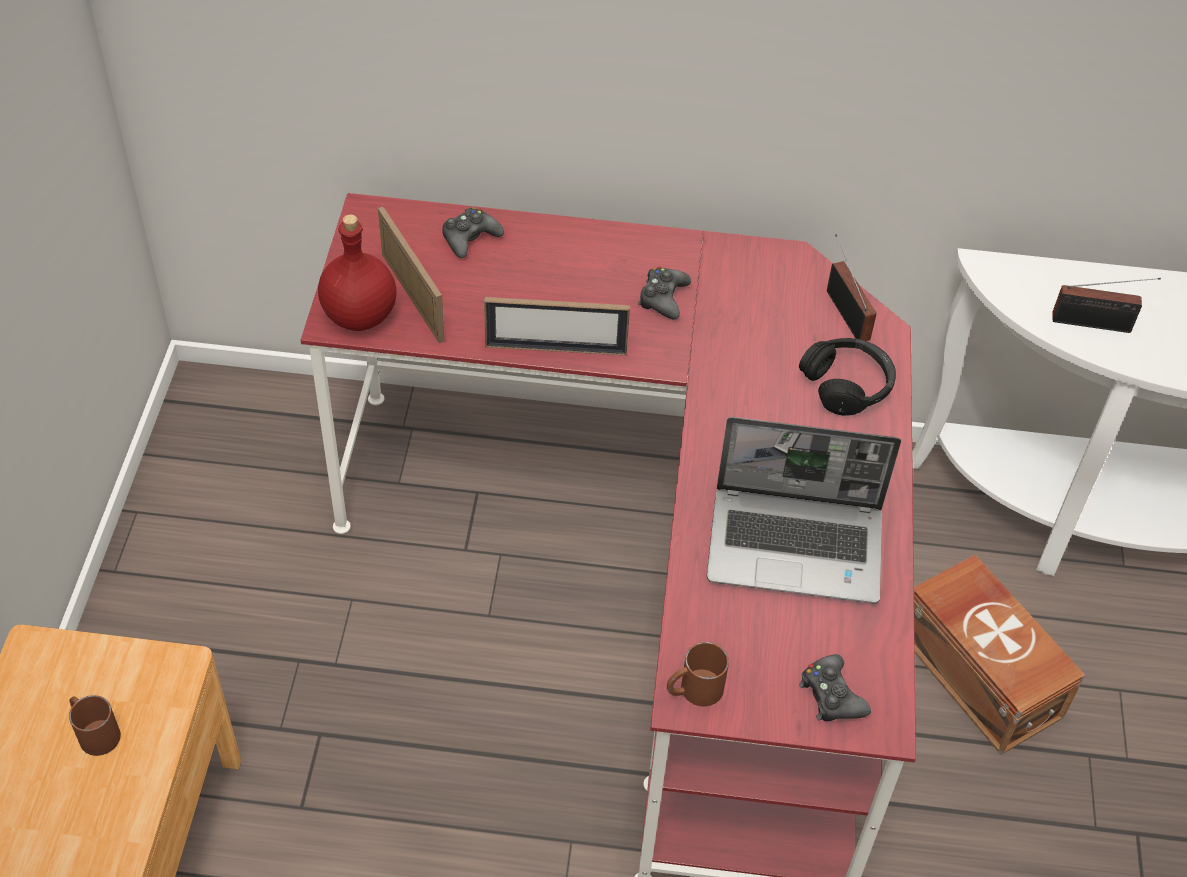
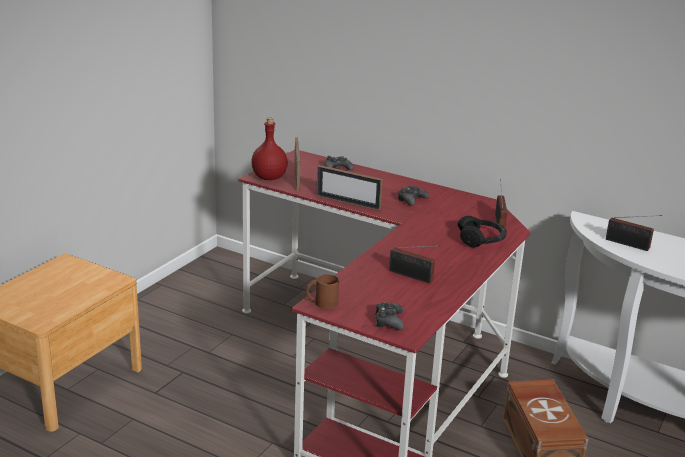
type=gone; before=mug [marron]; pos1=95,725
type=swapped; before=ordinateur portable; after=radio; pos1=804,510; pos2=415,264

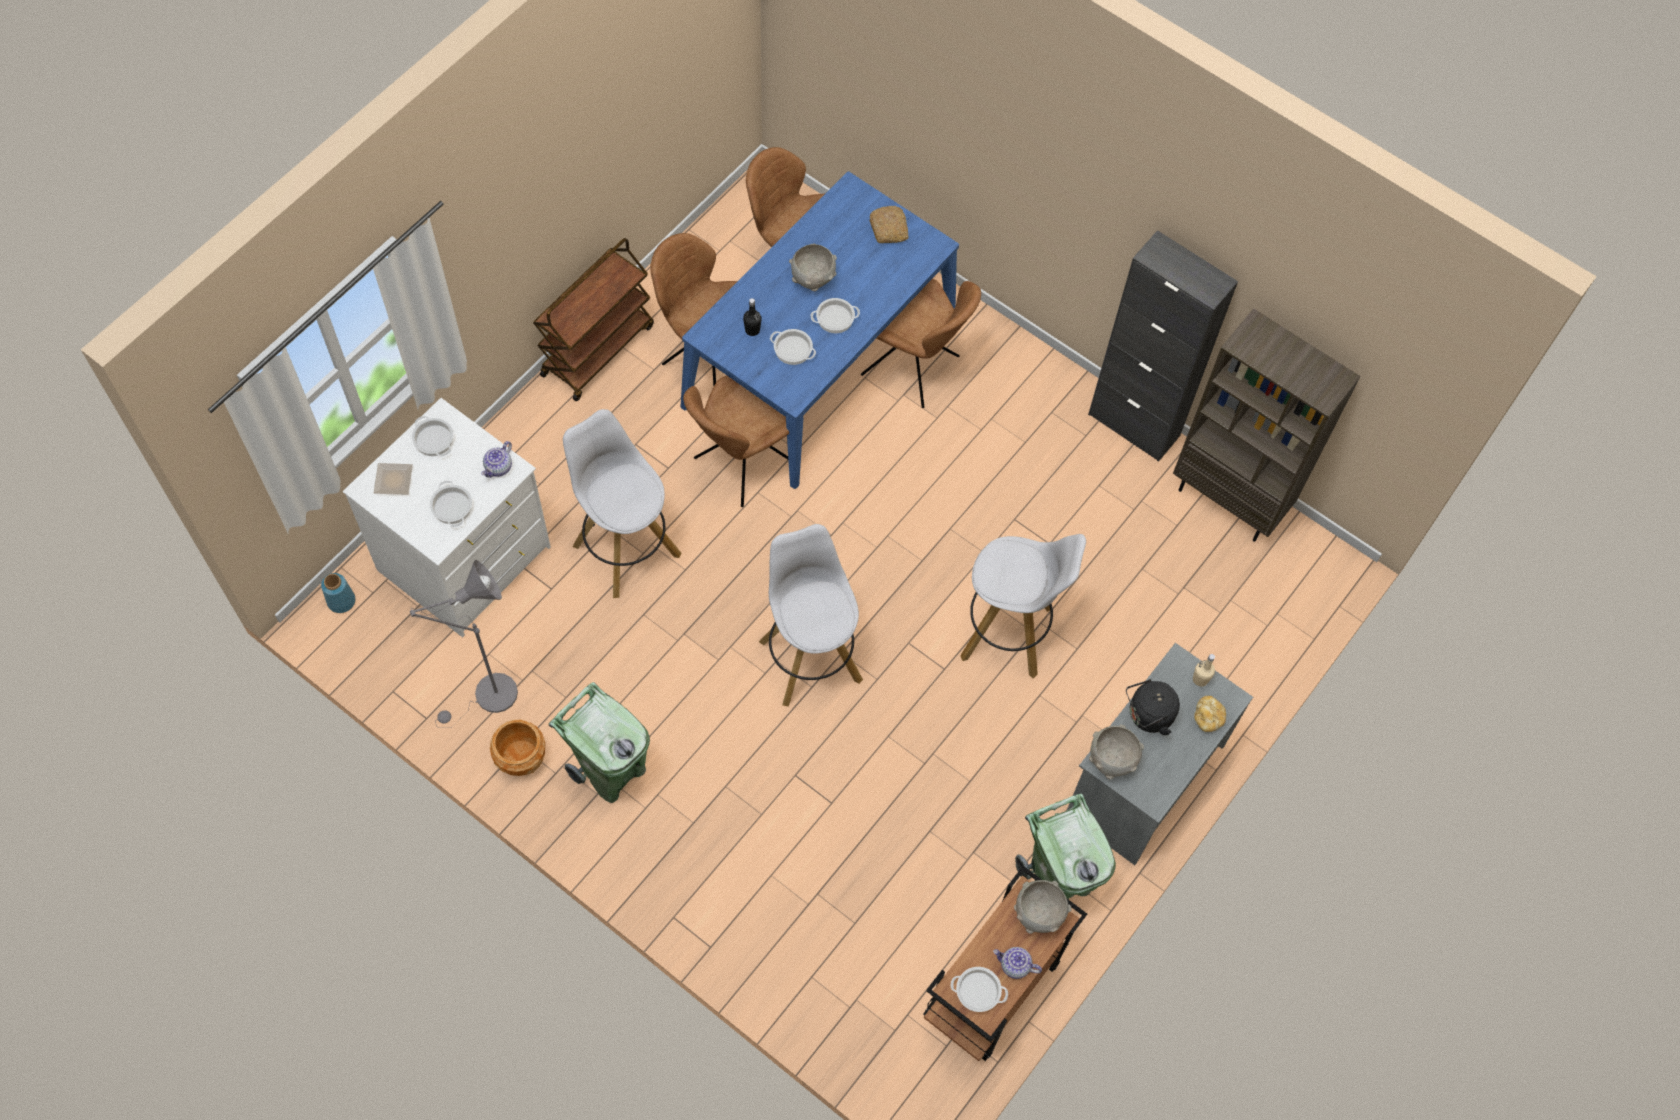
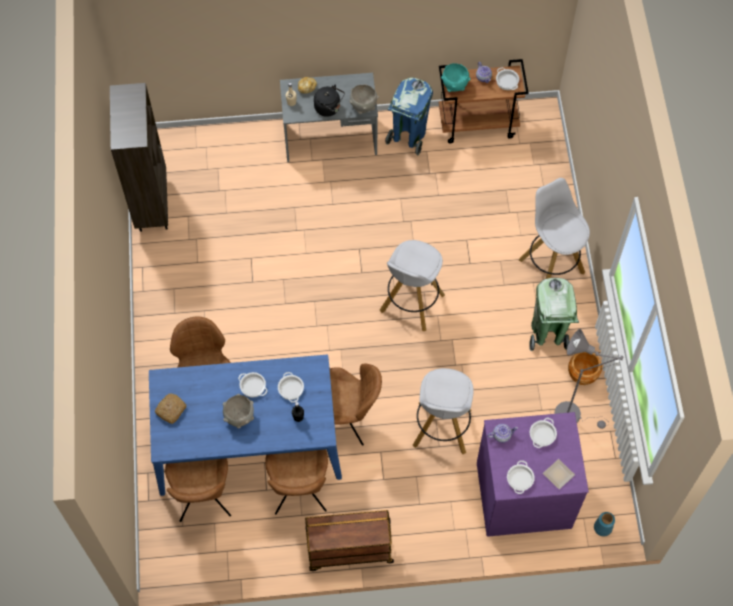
type=repainted; before=commode [blanc]; after=commode [violet]; pos1=447,517; pos2=533,474
type=shifted; before=tabouret [blanc]; pos1=1023,606; pos2=554,228
type=repainted; before=bol [gris]; after=bol [turquoise]; pos1=1043,907; pos2=455,77
type=repainted; before=poubelle [vert]; after=poubelle [bleu]; pos1=1065,846; pos2=409,116
type=gone; before=meuble de rangement [noir]; pos1=1163,346

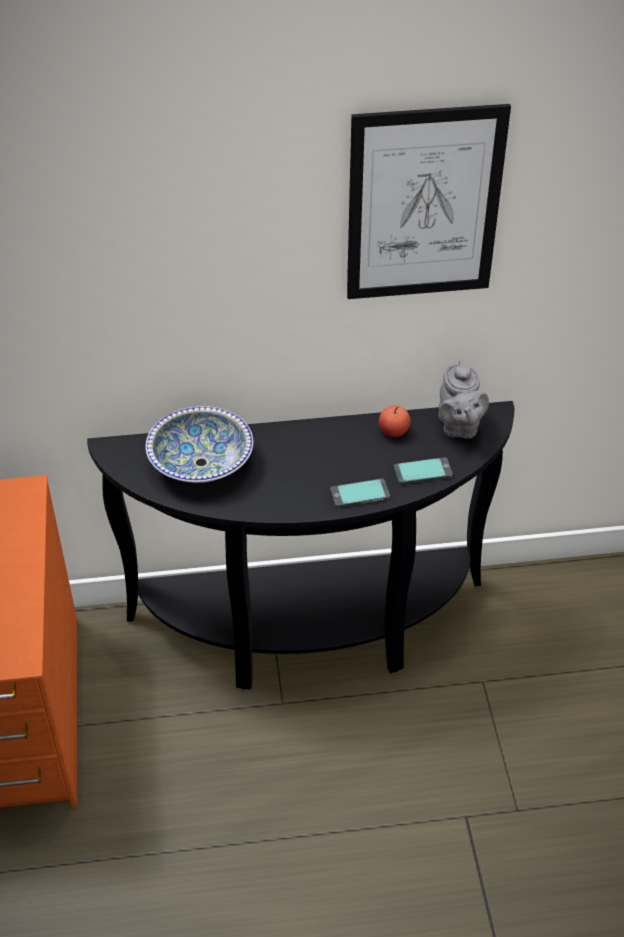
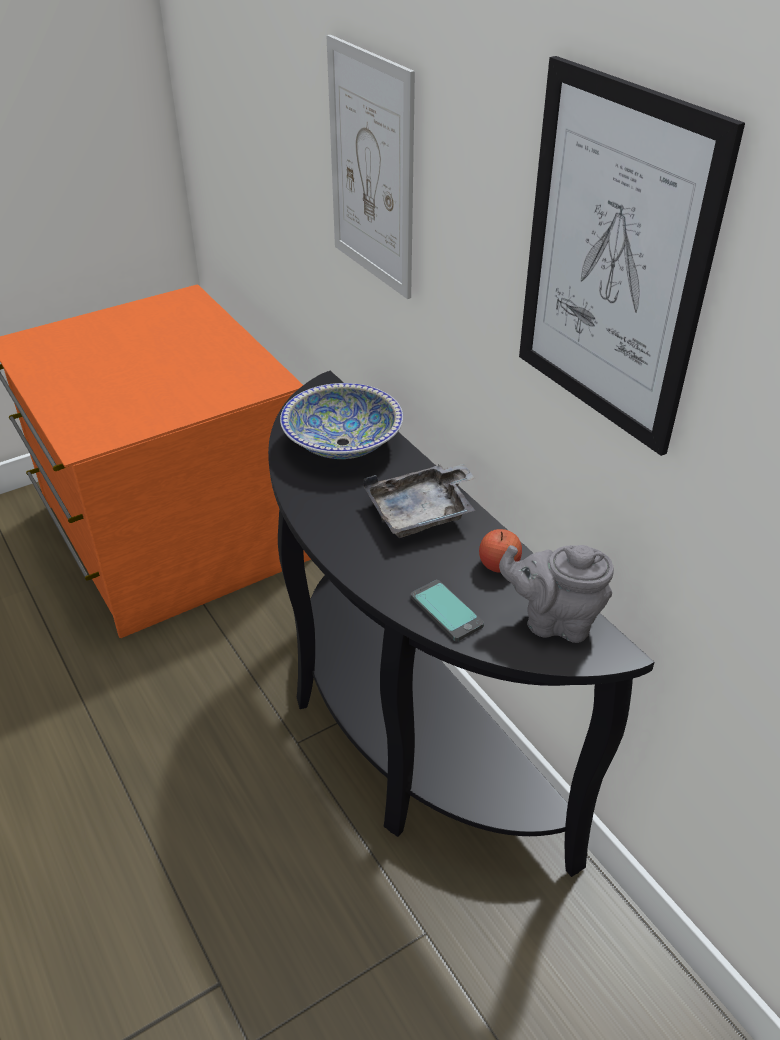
type=gone; before=téléphone; pos1=360,493
type=rotated; before=théière [gris]; pos1=463,399; pos2=556,594; turn=45
type=new; after=tableau; pos2=370,167
type=new; after=plateau [gris]; pos2=420,501

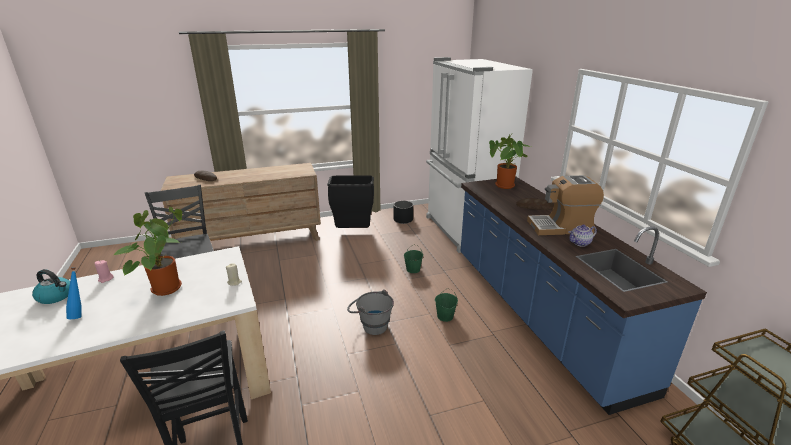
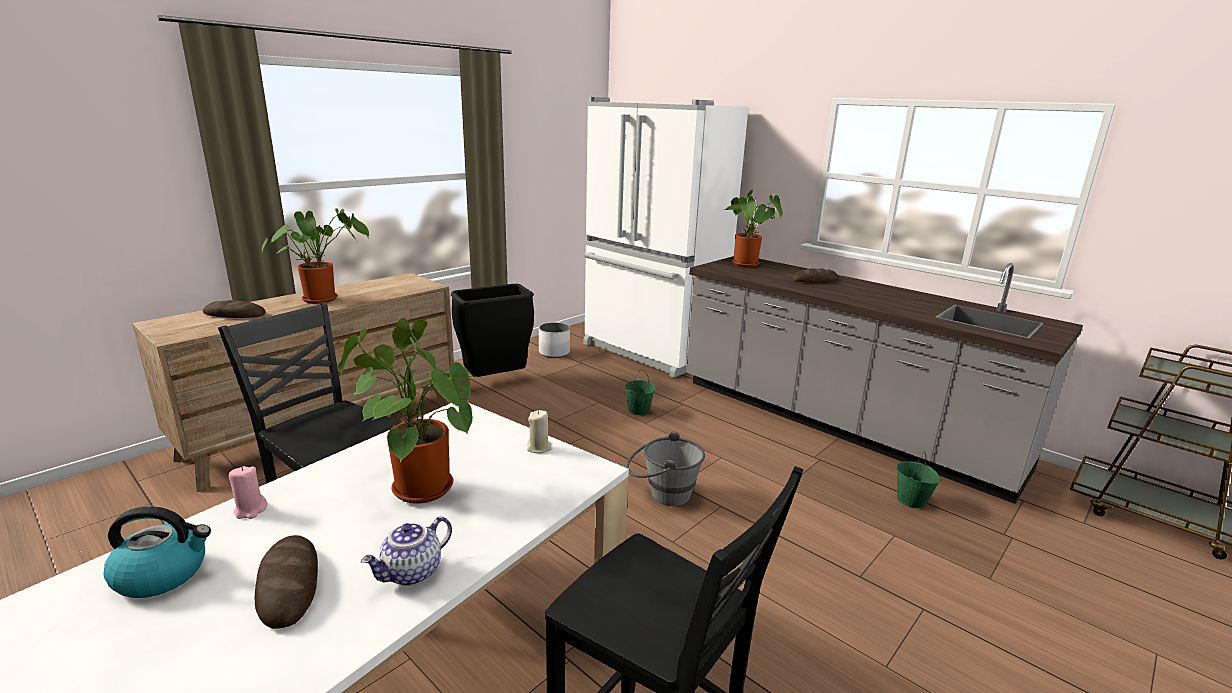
type=swapped; before=bouteille [bleu]; after=pain; pos1=74,293; pos2=286,582
type=repainted; before=cache-pot [noir]; after=cache-pot [blanc]; pos1=403,212; pos2=554,340
type=shifted; before=seau [vert]; pos1=446,305; pos2=918,480
type=repainted; before=comptoir de cuisine [bleu]; after=comptoir de cuisine [gris]; pos1=583,296; pos2=884,380
type=gone; before=machine à café; pos1=565,205
type=shifted; before=théière; pos1=582,236; pos2=406,551
type=new; after=plante en pot; pos2=315,256

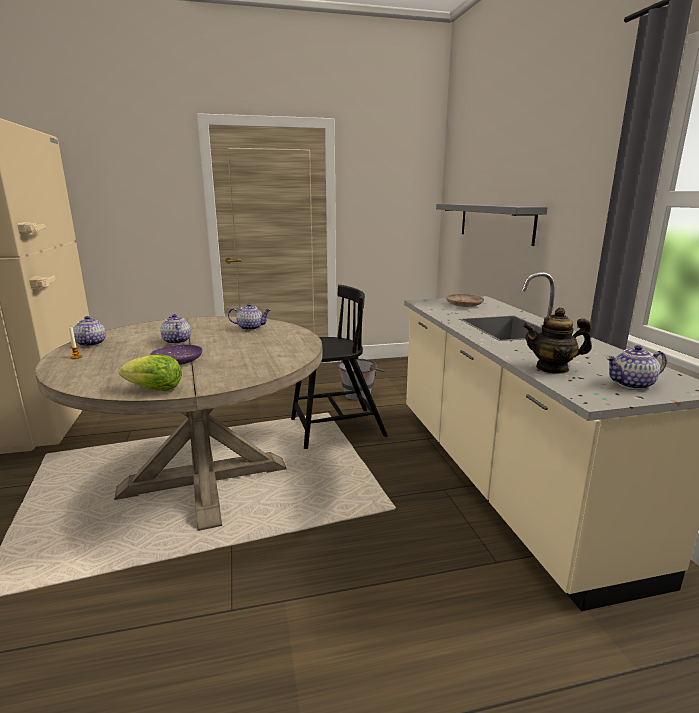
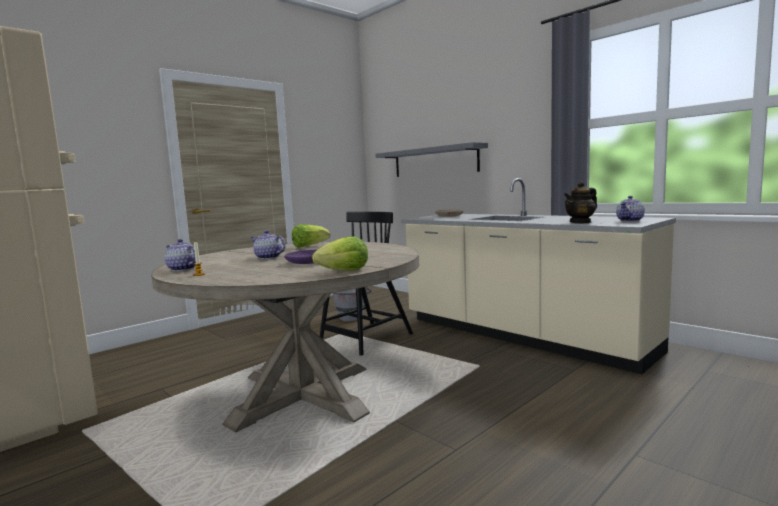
type=swapped; before=théière; after=laitue; pos1=249,316; pos2=311,235

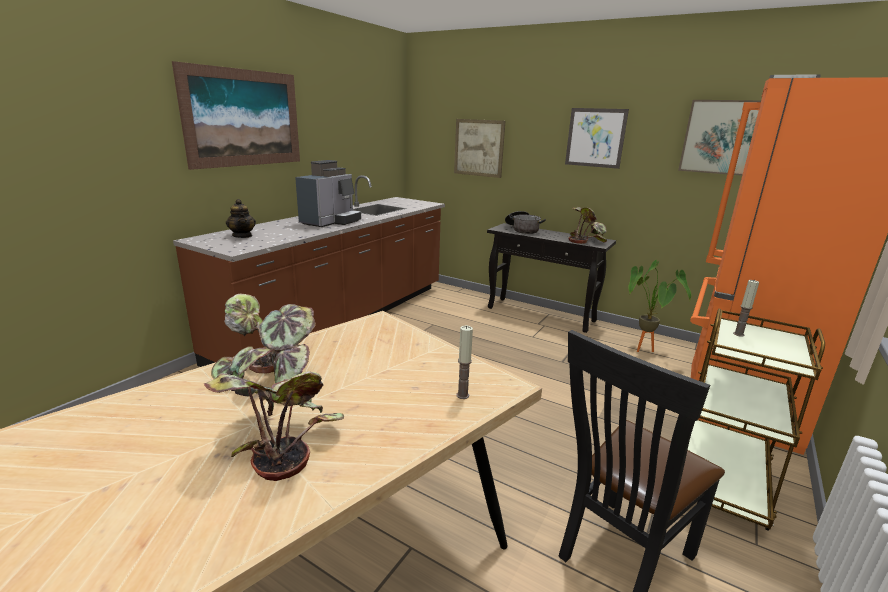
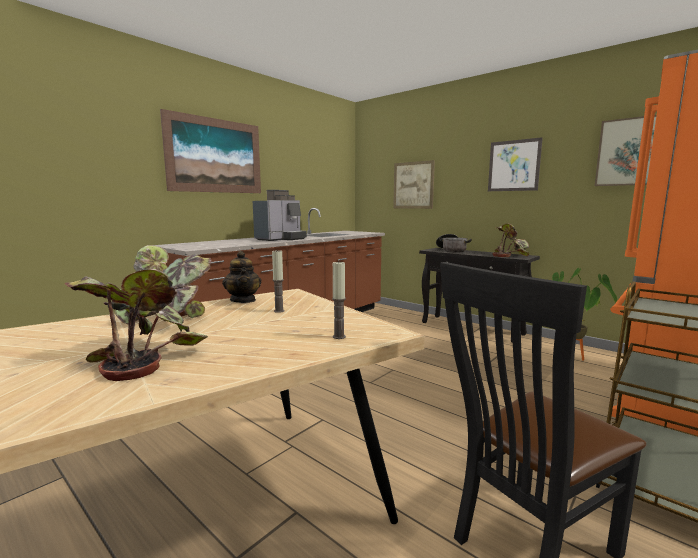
type=shifted; before=théière; pos1=241,218; pos2=242,277
type=shifted; before=bougie; pos1=746,308; pos2=278,281

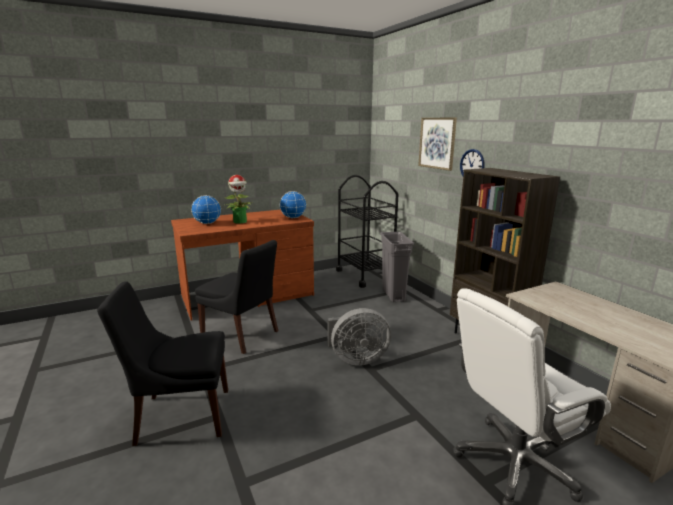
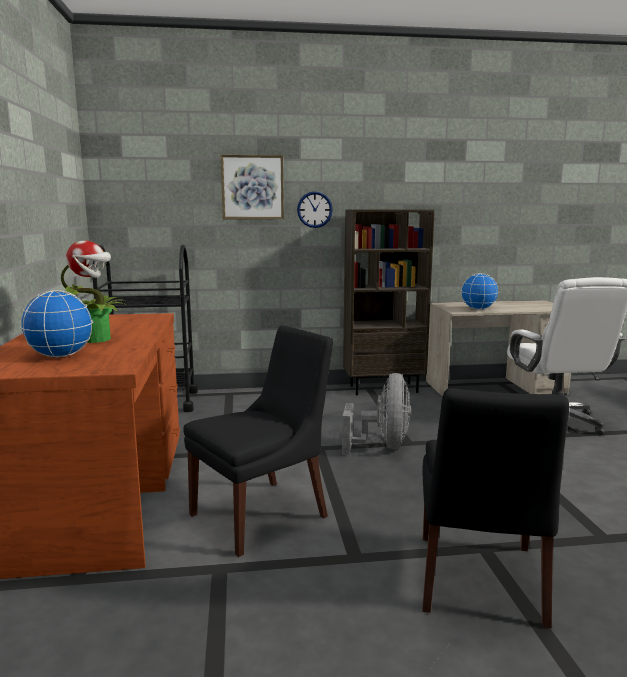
type=shifted; before=globe; pos1=293,204; pos2=480,291
type=gone; before=poubelle [gris]; pos1=397,267

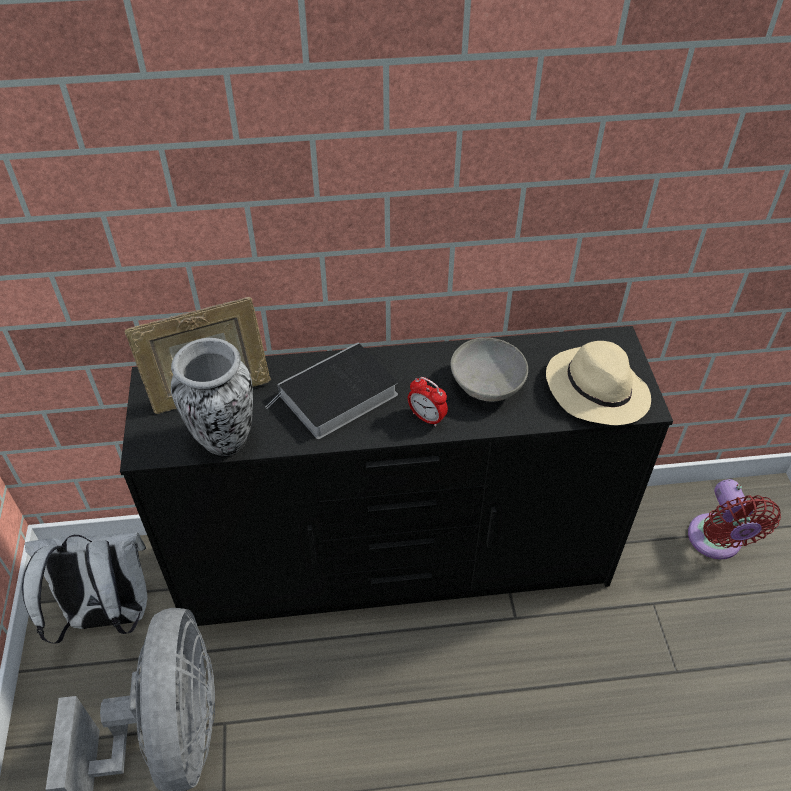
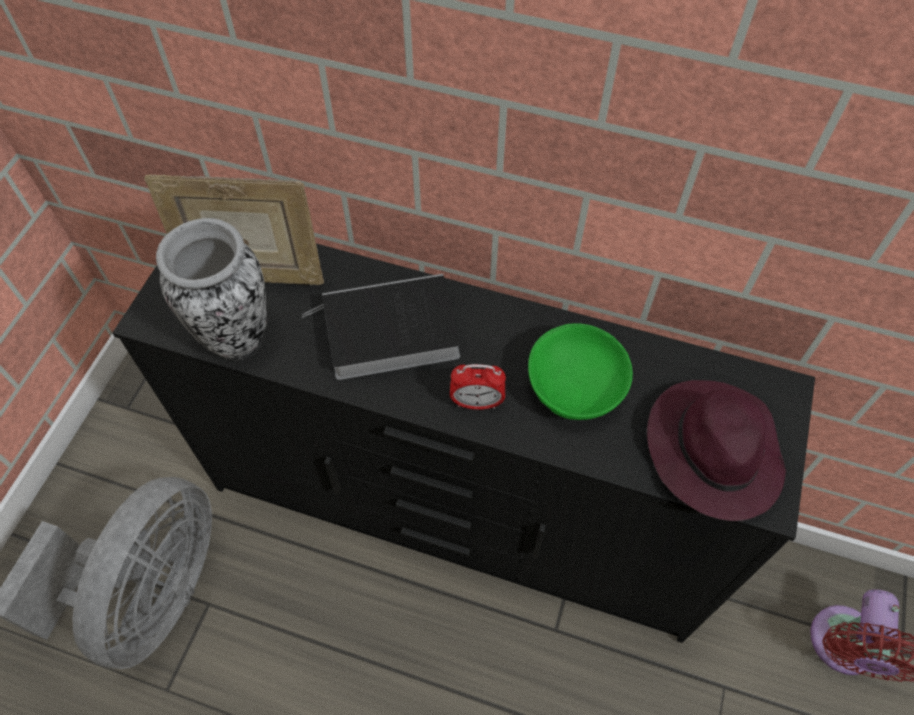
type=gone; before=sac à dos [blanc]; pos1=84,588
type=rotated; before=réveil; pos1=428,402; pos2=478,387; turn=-60
type=repainted; before=bol [gris]; after=bol [vert]; pos1=489,370; pos2=580,371
type=repainted; before=chapeau [beige]; after=chapeau [violet]; pos1=598,383; pos2=716,450

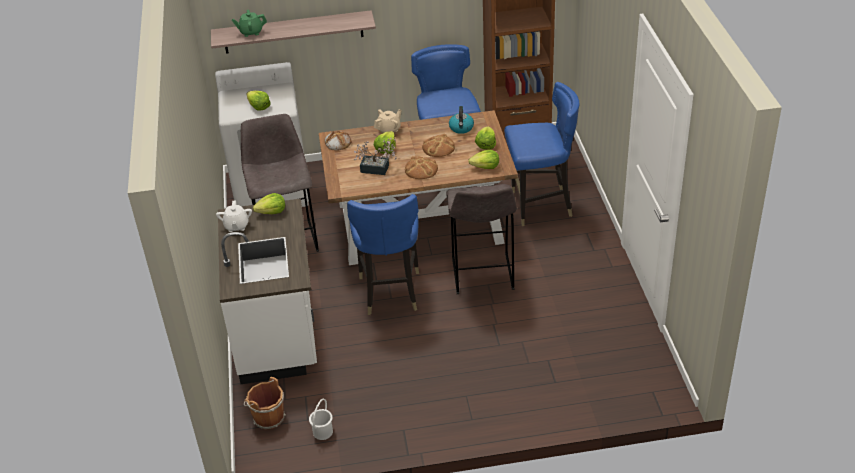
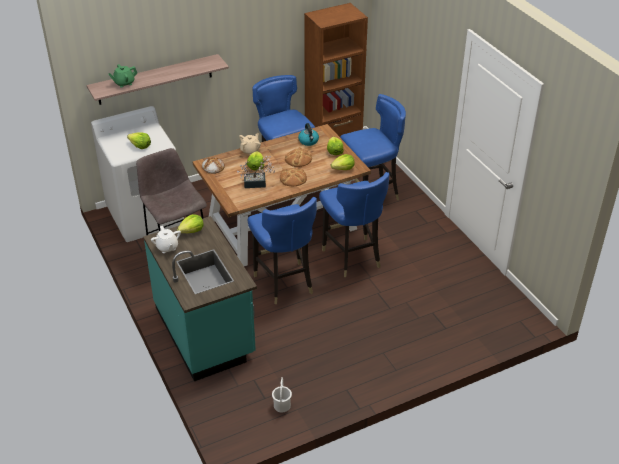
type=repainted; before=comptoir de cuisine [blanc]; after=comptoir de cuisine [turquoise]; pos1=267,291; pos2=200,298
type=gone; before=seau [marron]; pos1=265,403
type=swapped; before=tabouret [gris]; after=chaise [bleu]; pos1=481,239; pos2=354,224

